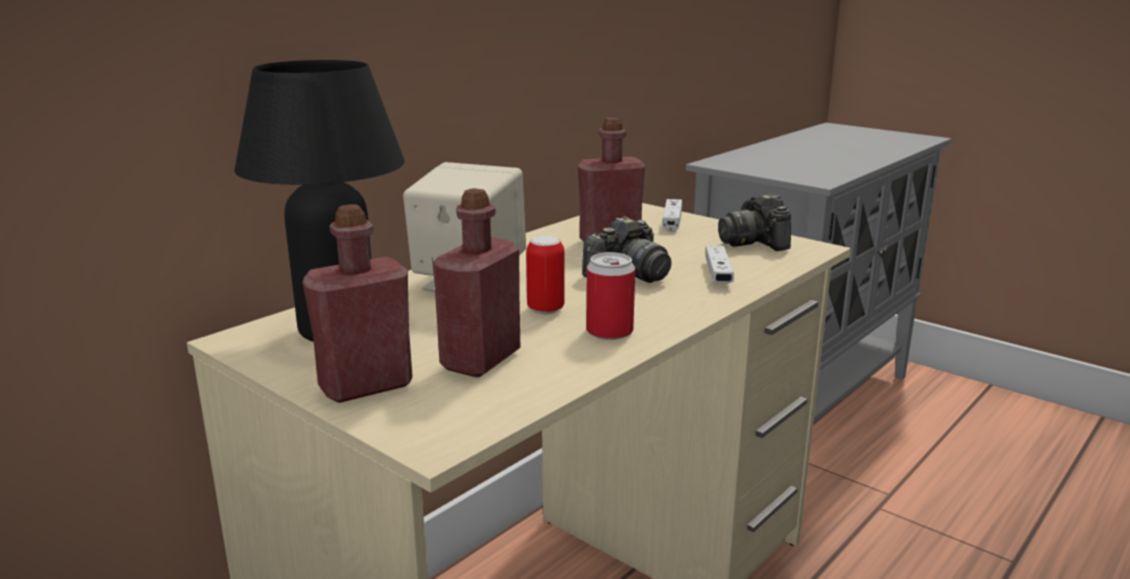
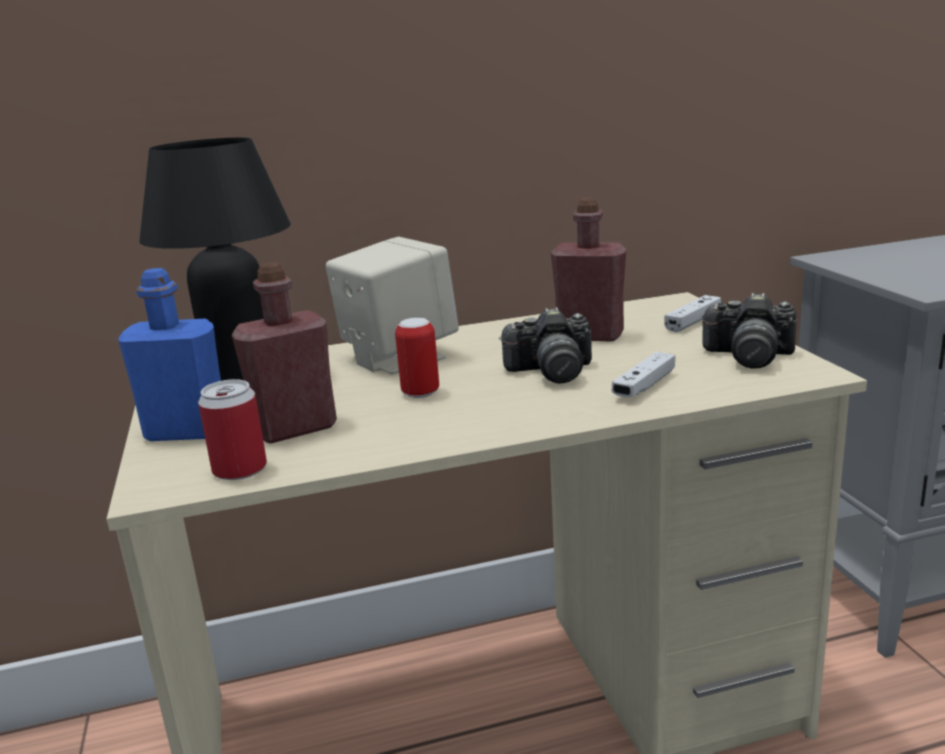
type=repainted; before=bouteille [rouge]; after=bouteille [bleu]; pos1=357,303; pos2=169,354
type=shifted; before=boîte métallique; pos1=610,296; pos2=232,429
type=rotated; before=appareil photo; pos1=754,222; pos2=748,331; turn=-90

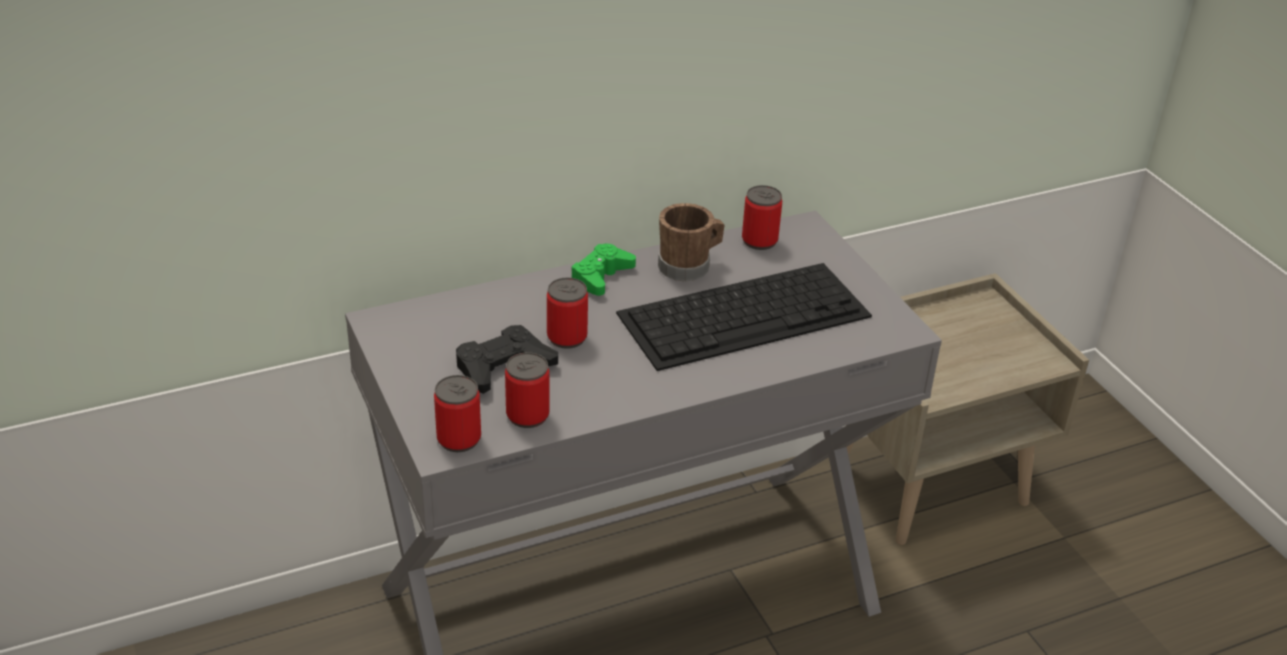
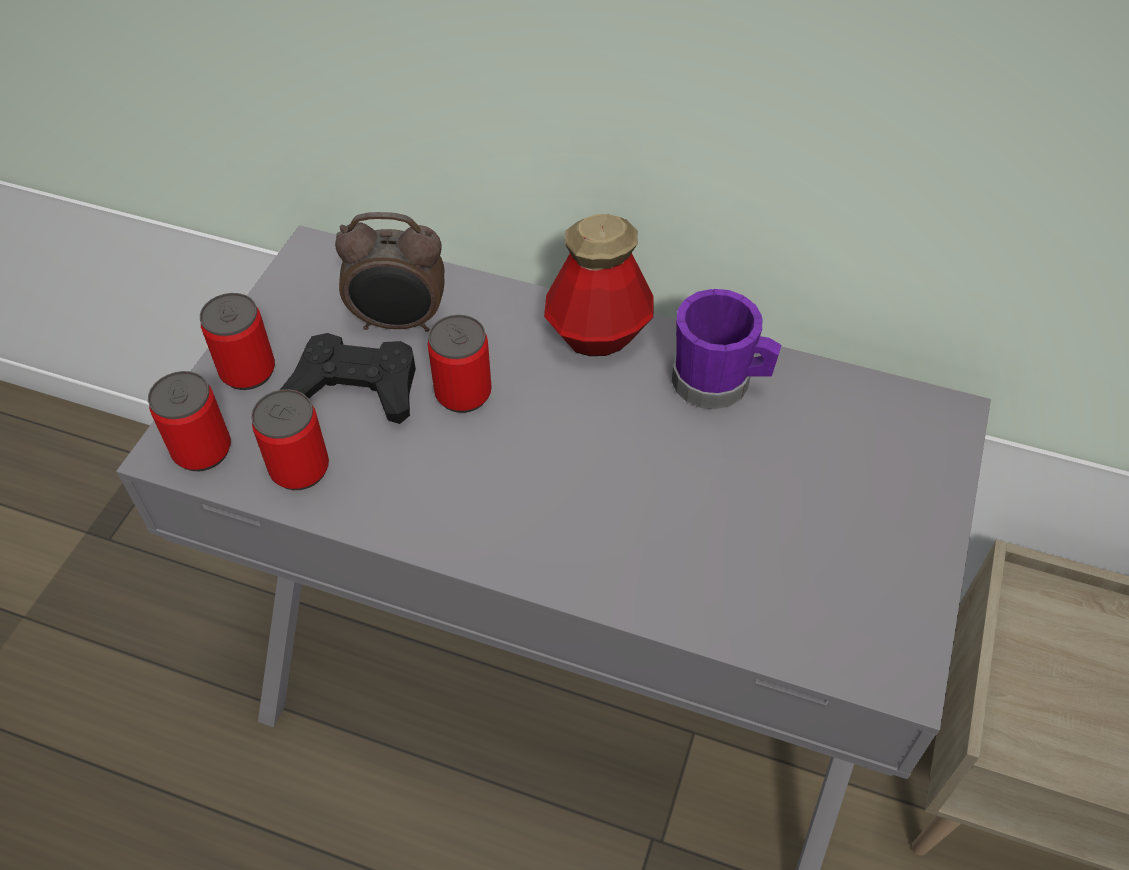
type=swapped; before=manette [vert]; after=bouteille; pos1=603,270; pos2=599,285
type=gone; before=clavier; pos1=744,317
type=repainted; before=mug [marron]; after=mug [violet]; pos1=691,242; pos2=726,349
type=shifted; before=boîte métallique; pos1=762,217; pos2=237,341
type=new; after=réveil; pos2=389,272

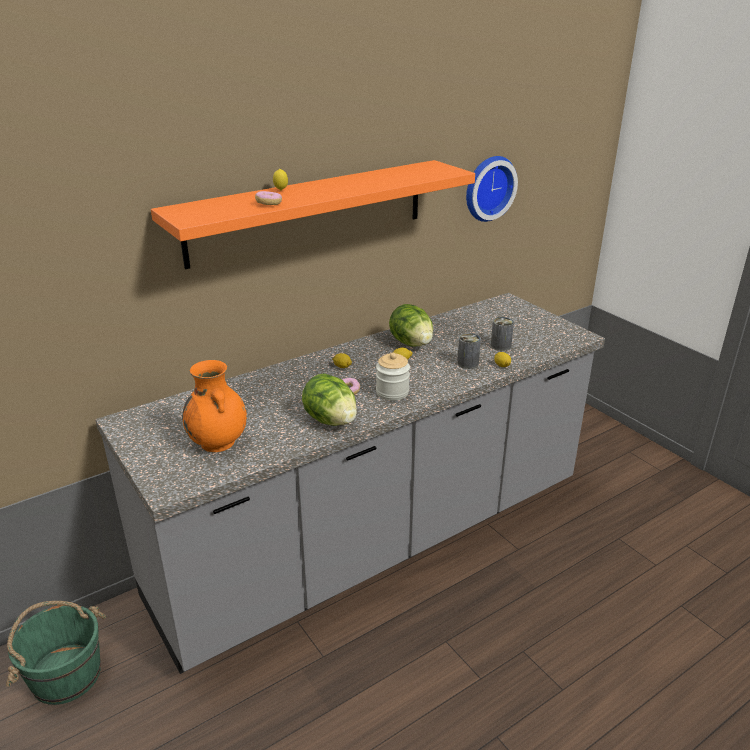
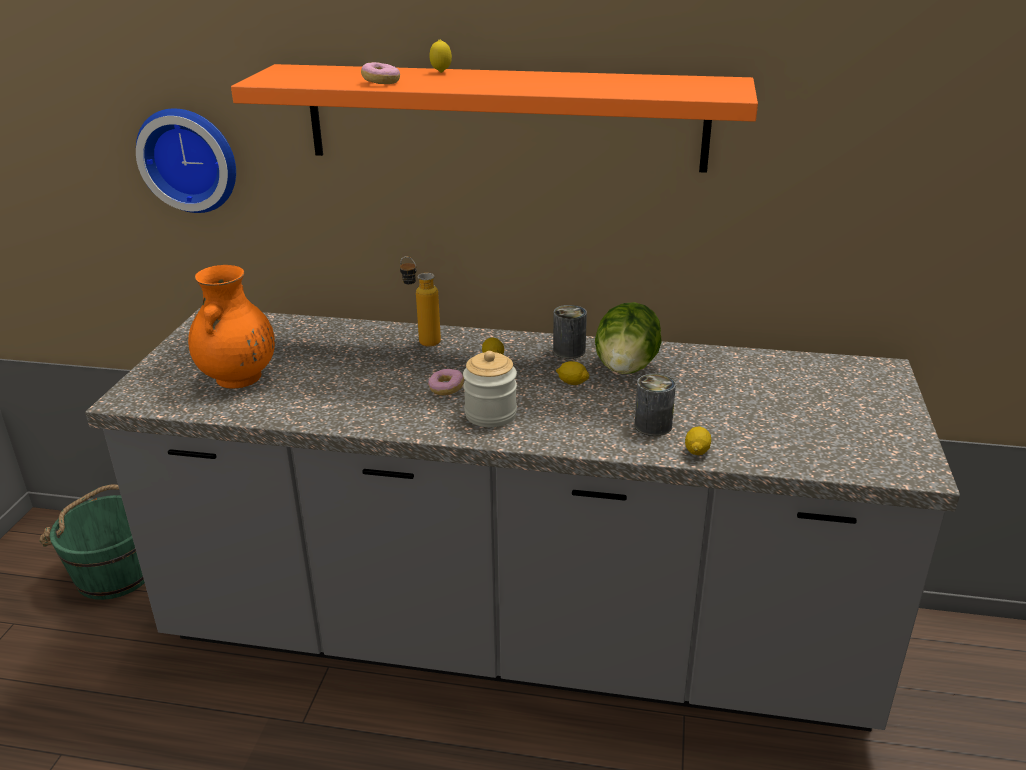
type=gone; before=laitue; pos1=329,399
type=shifted; before=horloge murale; pos1=492,189; pos2=186,161
type=shifted; before=boîte métallique; pos1=502,334; pos2=570,332
type=new; after=bouteille; pos2=420,301

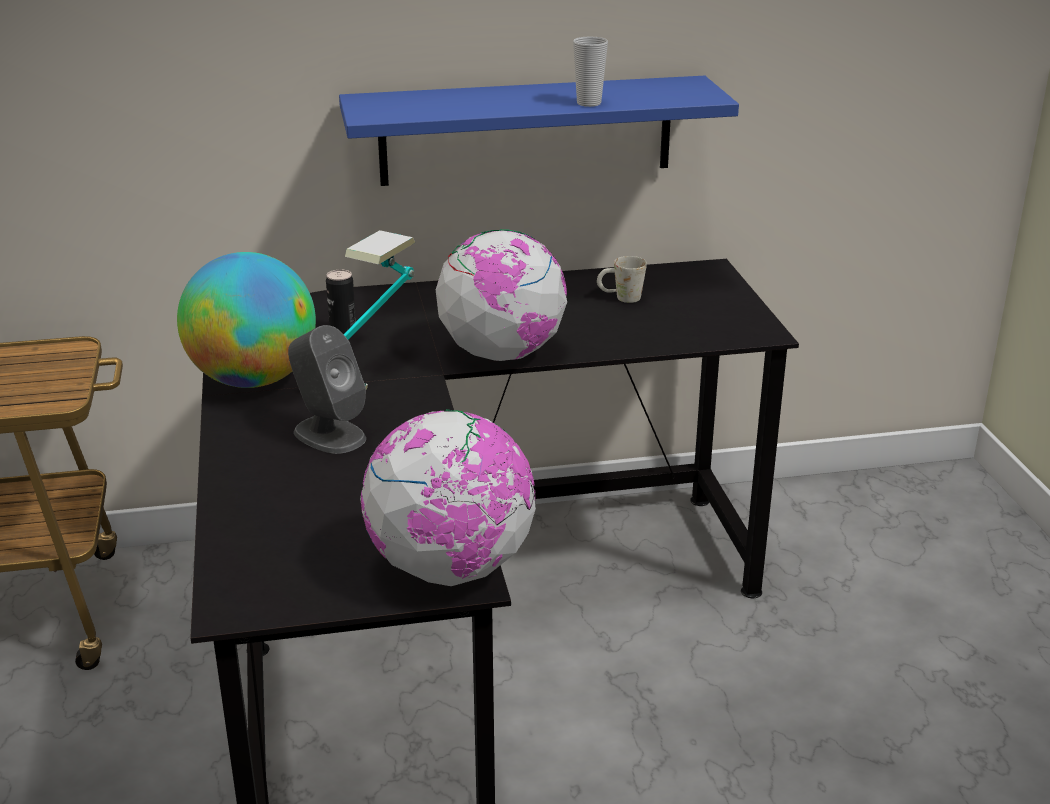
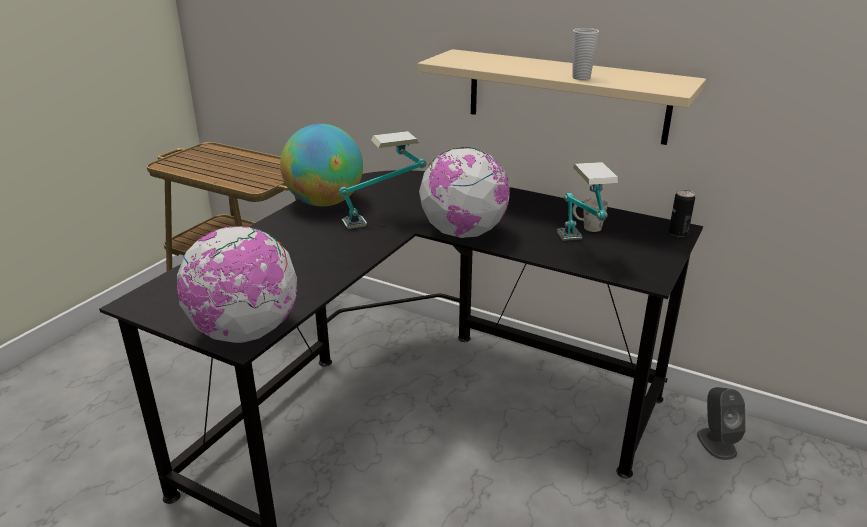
type=shifted; before=enceinte [gris]; pos1=327,389; pos2=721,423
type=shifted; before=boîte métallique; pos1=341,301; pos2=682,213
type=repainted; before=étagère [bleu]; after=étagère [beige]; pos1=539,131; pos2=562,97
type=new; after=lampe de table; pos2=587,201

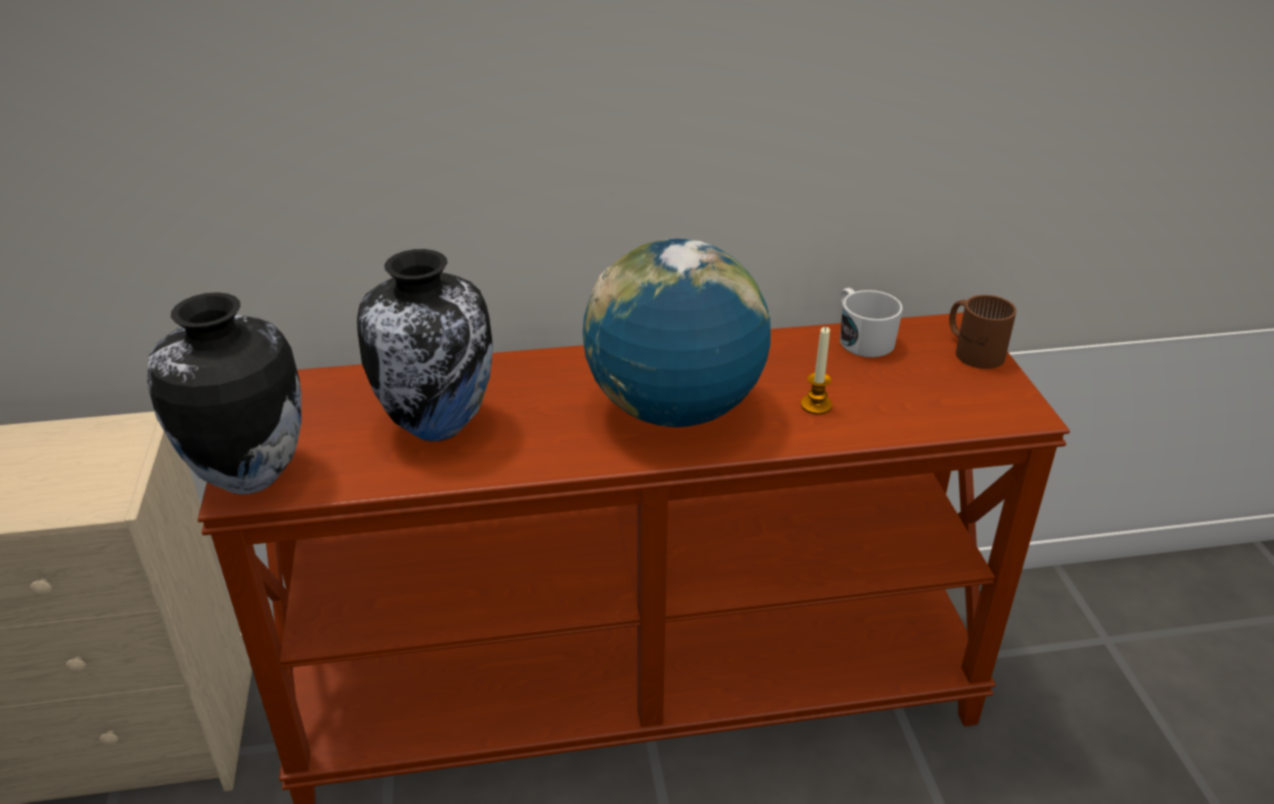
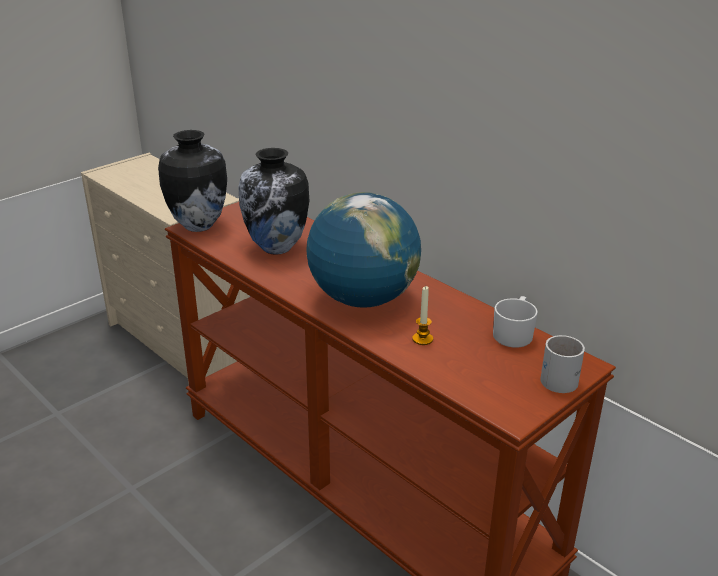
type=repainted; before=mug [marron]; after=mug [blanc]; pos1=983,332; pos2=562,364

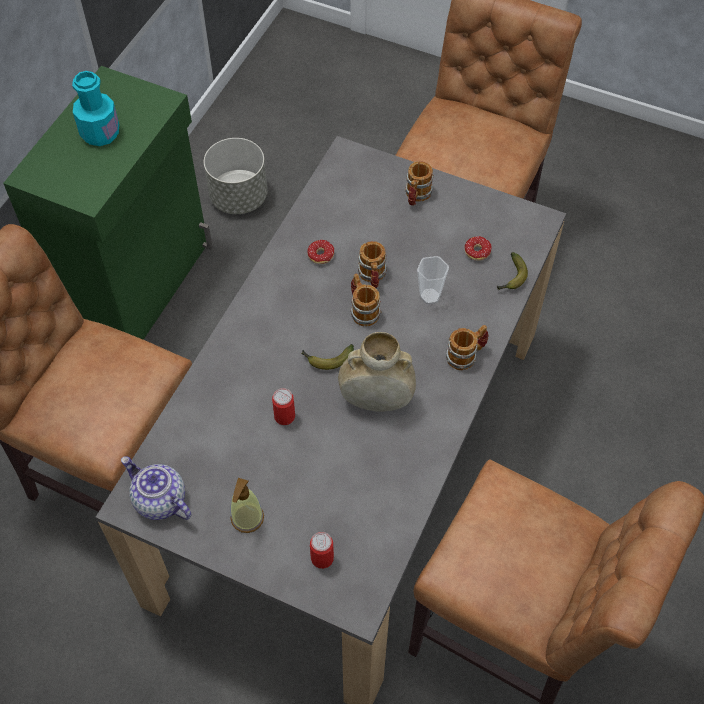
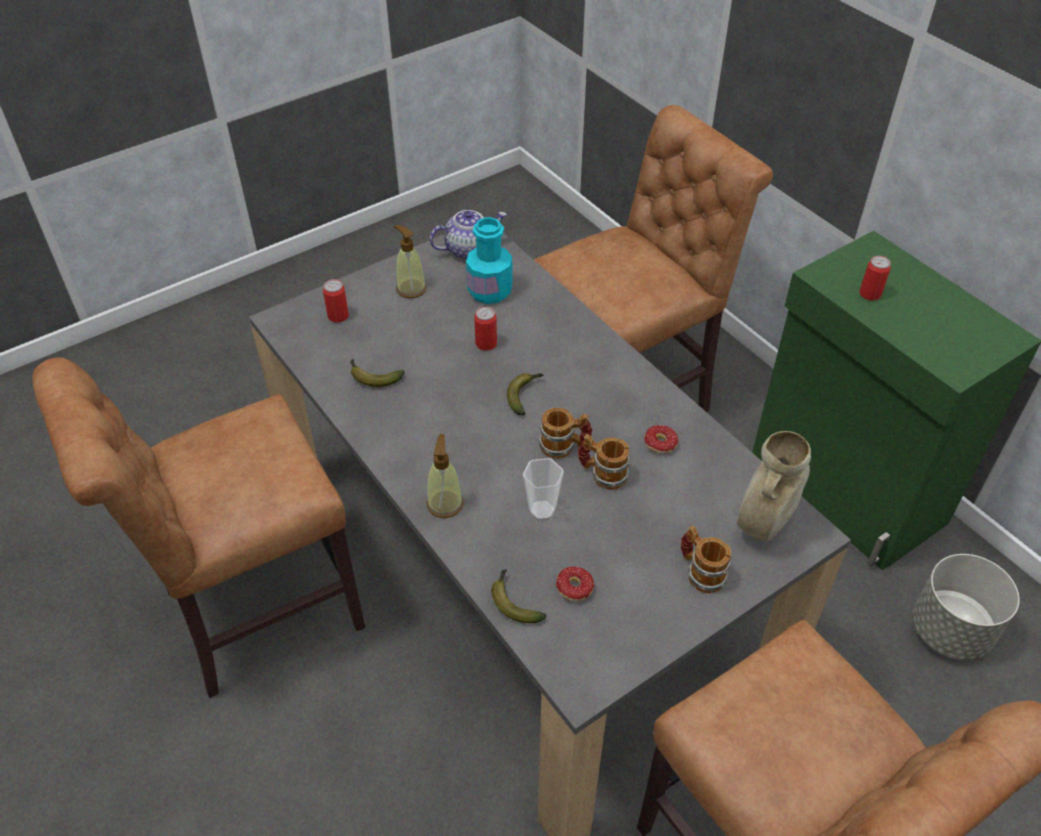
type=shifted; before=bouteille [turquoise]; pos1=95,108; pos2=489,260
type=shifted; before=vase [beige]; pos1=377,371; pos2=774,486
type=swapped; before=mug; after=distributeur de savon; pos1=467,347; pos2=445,476
type=new; after=banane; pos2=377,373
type=new; after=boîte métallique; pos2=875,278

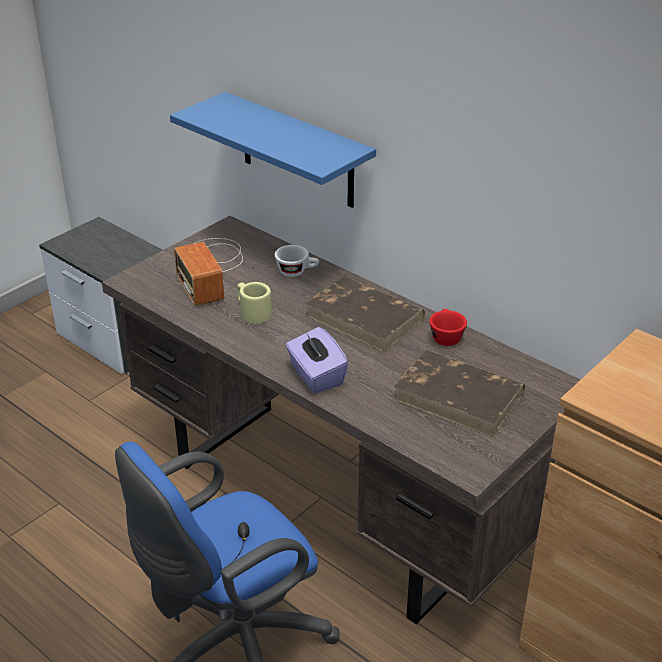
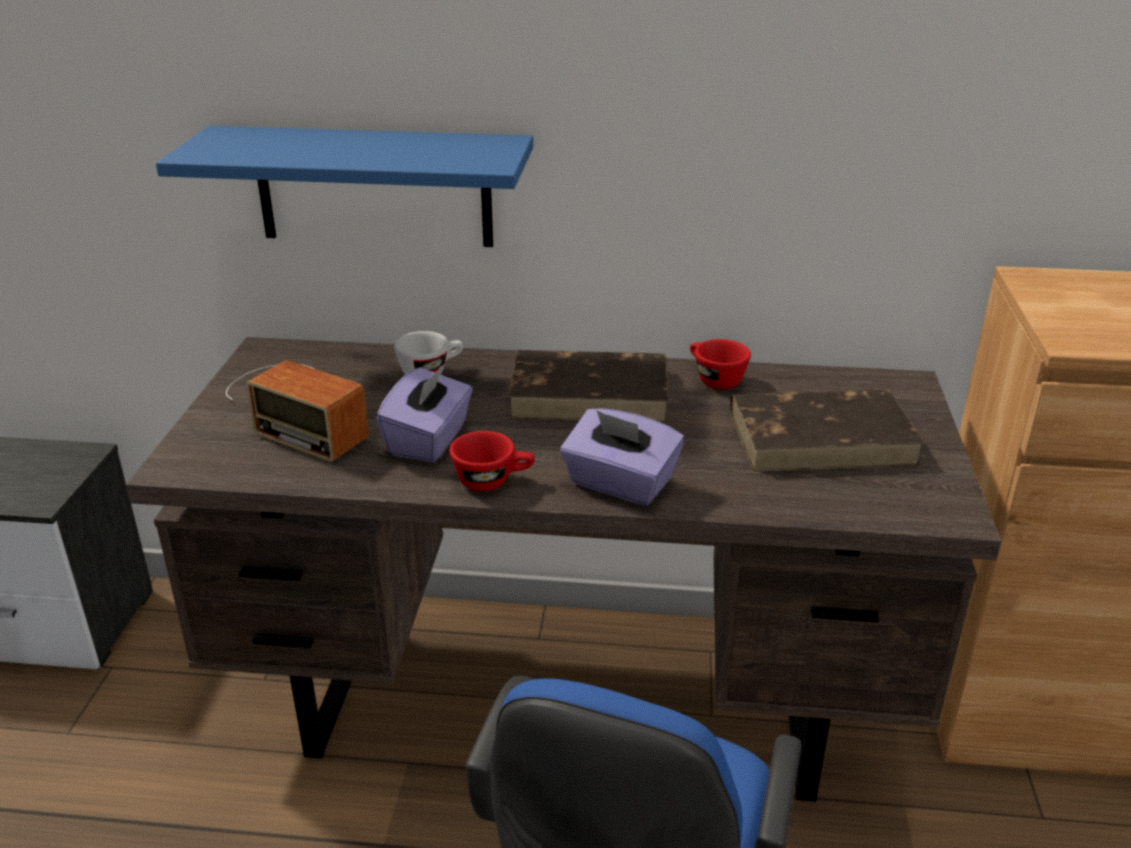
type=swapped; before=mug [beige]; after=boîte à mouchoirs [violet]; pos1=254,303; pos2=424,413
type=new; after=tasse [rouge]; pos2=492,461

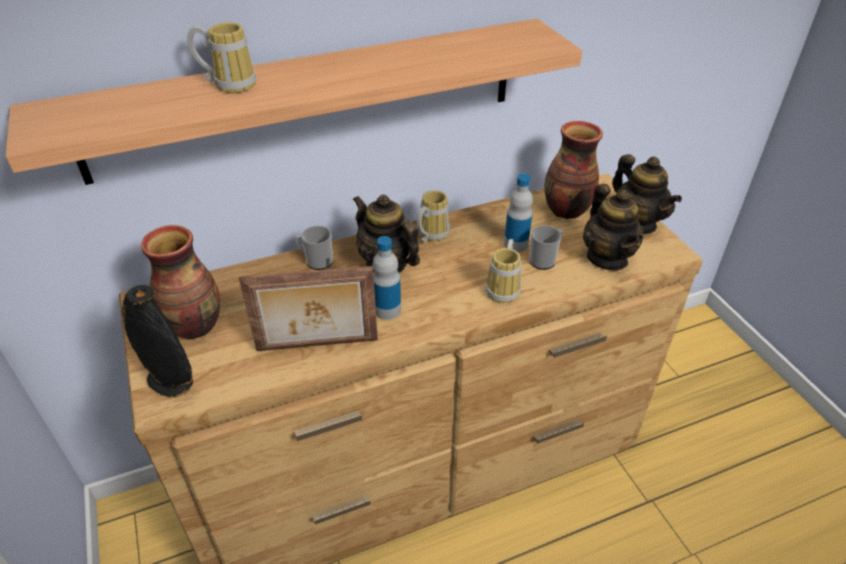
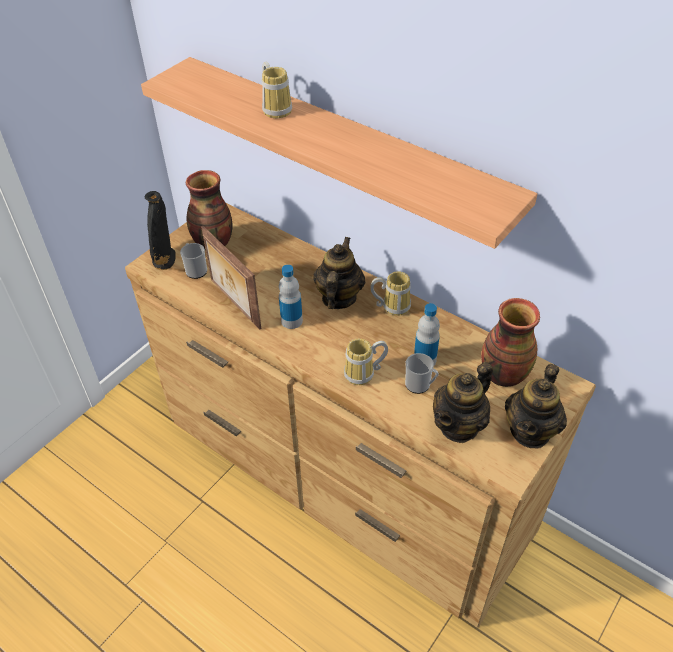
type=shifted; before=mug; pos1=314,248; pos2=193,261

